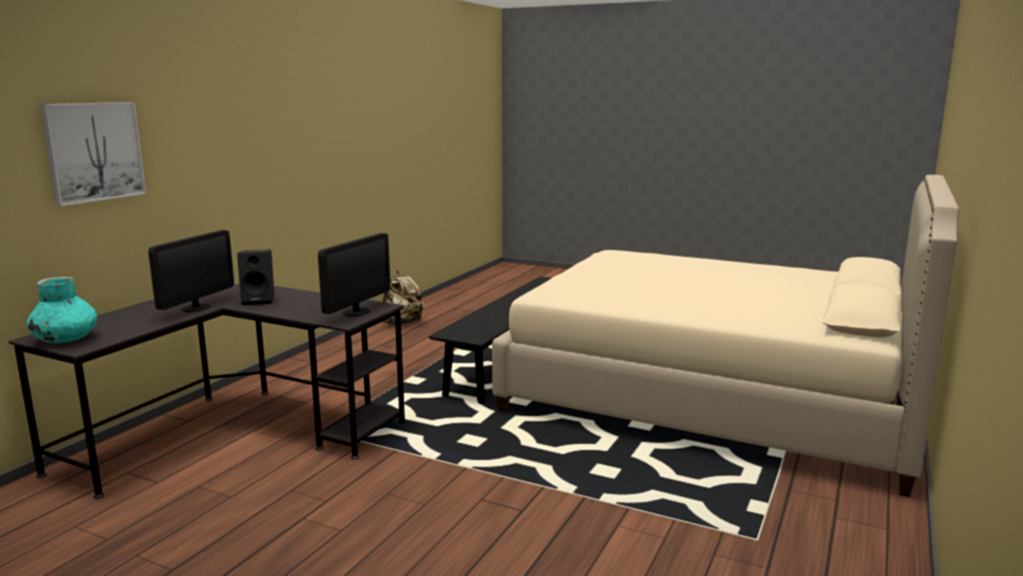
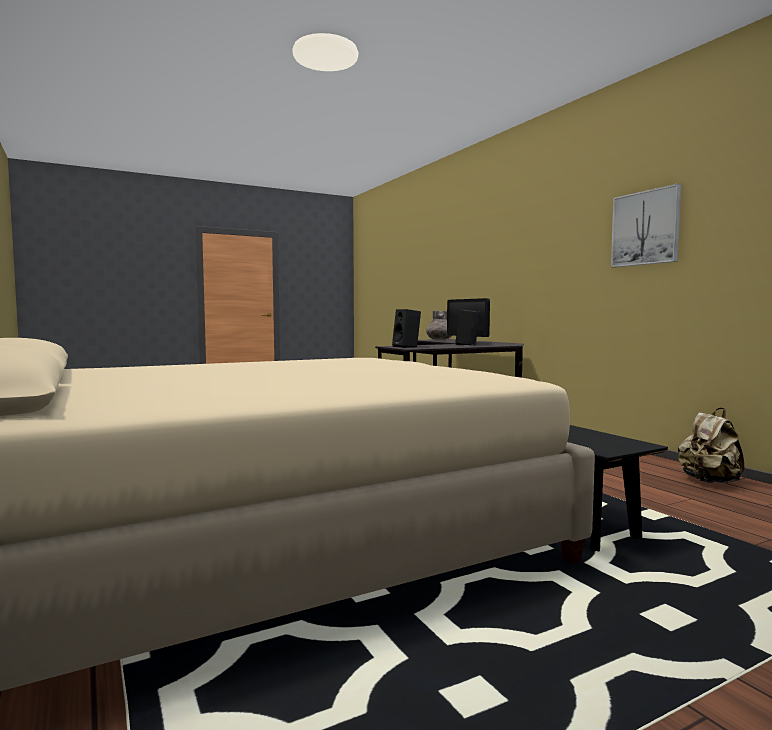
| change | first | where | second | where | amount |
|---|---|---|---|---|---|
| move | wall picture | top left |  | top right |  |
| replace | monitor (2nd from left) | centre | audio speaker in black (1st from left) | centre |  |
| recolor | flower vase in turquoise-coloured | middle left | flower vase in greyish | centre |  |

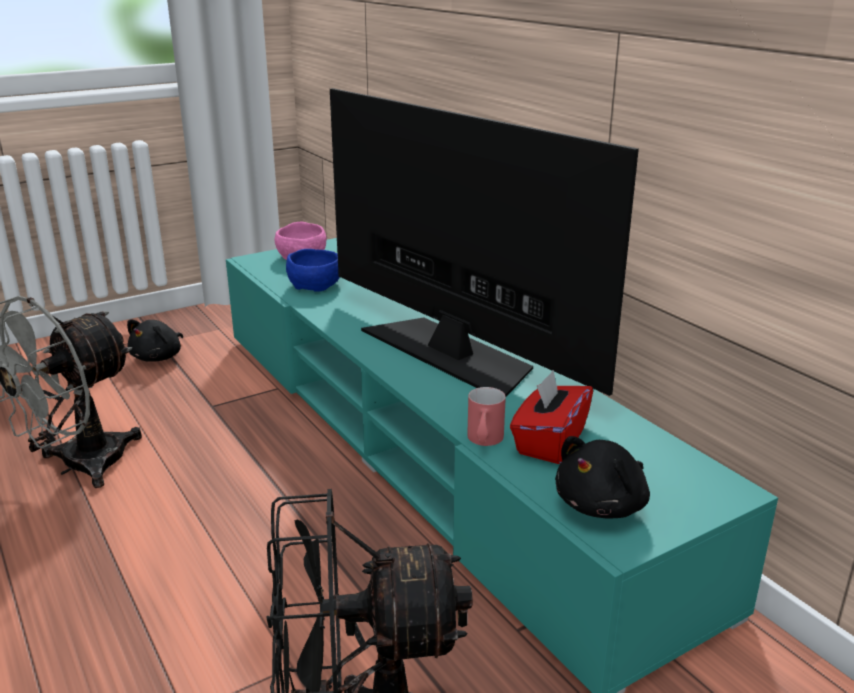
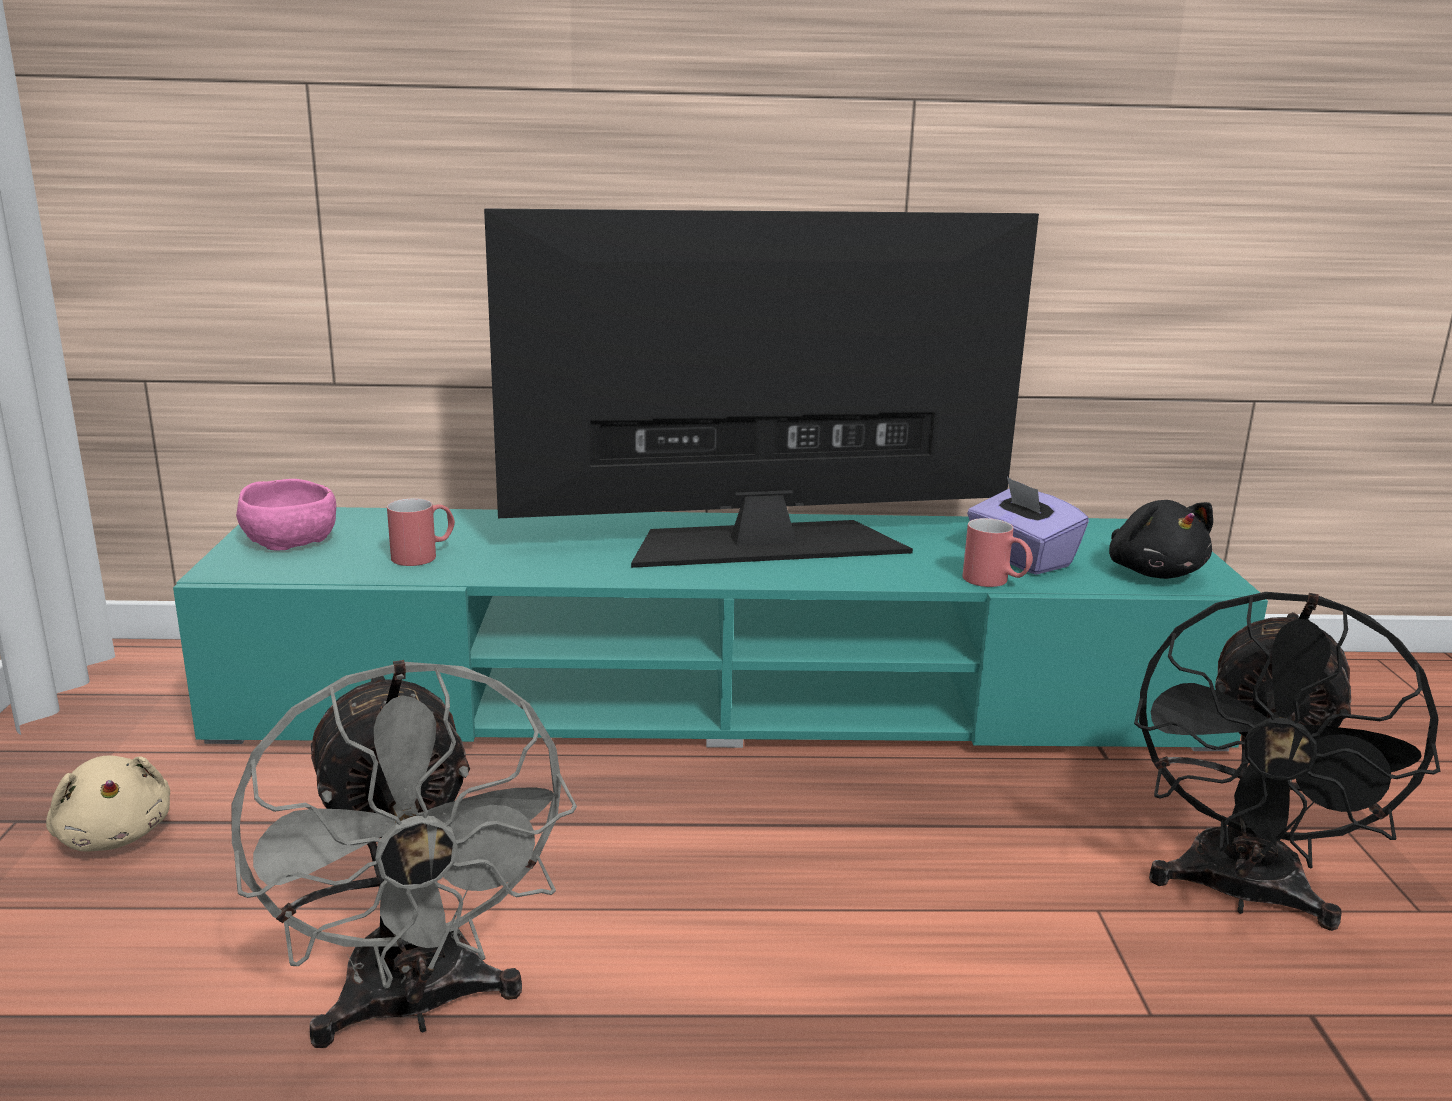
| change | first | where | second | where | amount |
|---|---|---|---|---|---|
| replace | deep dish in blue-coloured | centre | tea mug in red (1st from left) | middle left |  |
| recolor | cuddly toy in black (1st from left) | middle left | cuddly toy in beige-coloured | bottom left |  |
| recolor | box of tissues in red | centre | box of tissues in purple-coloured | middle right |  |

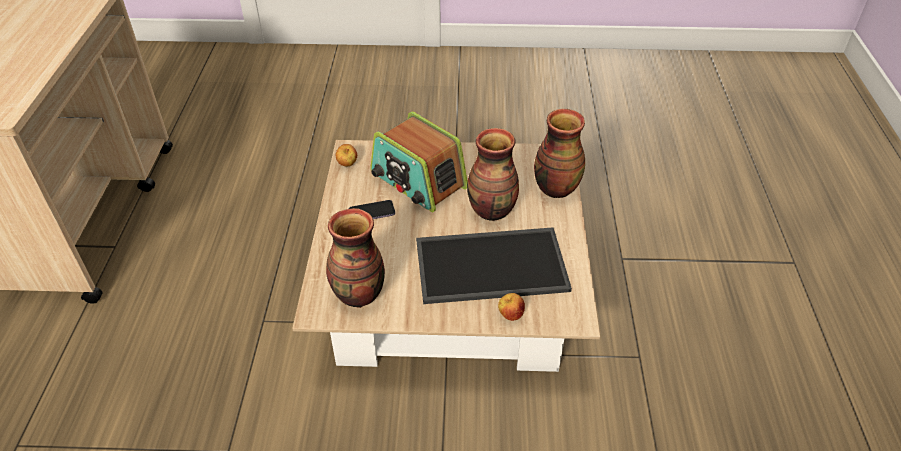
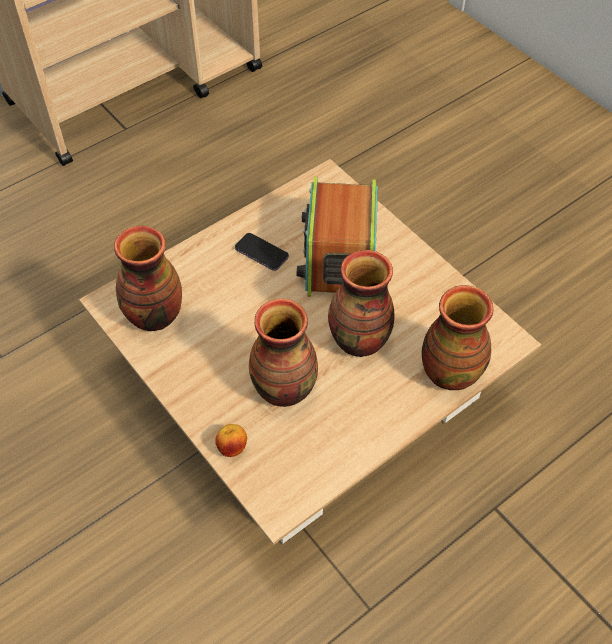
| change | first | where | second | where | amount |
|---|---|---|---|---|---|
| delete | apple fruit (1st from left) | centre |  |  |  |
| replace | serving tray | centre | flower vase (2nd from left) | centre |  |

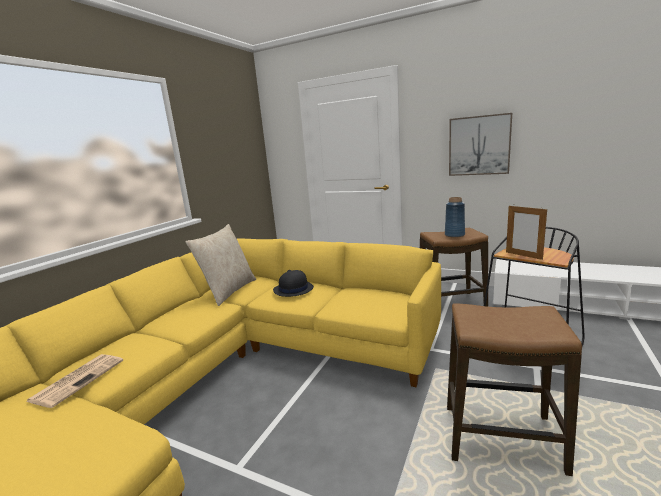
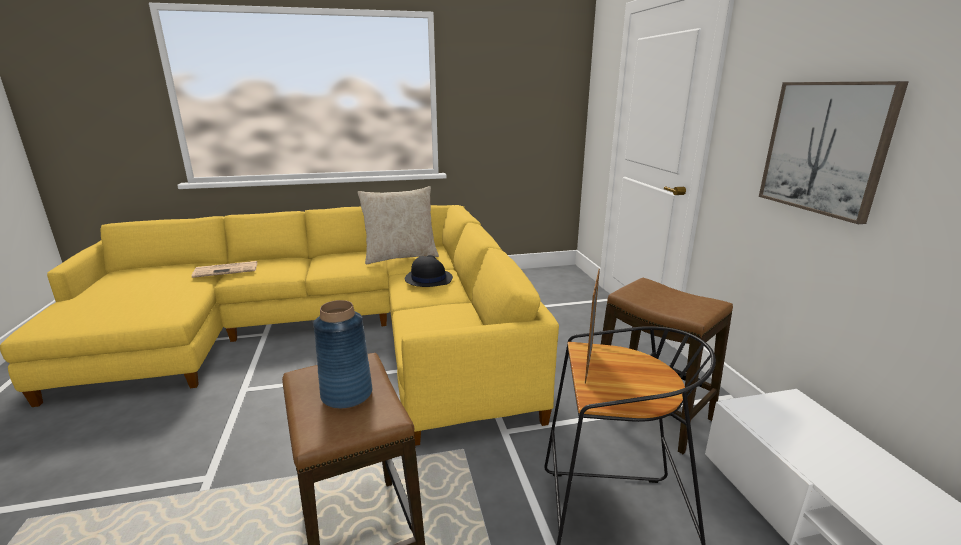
| change | first | where | second | where | amount |
|---|---|---|---|---|---|
| move | flower vase in blue-coloured | middle right |  | centre |  |

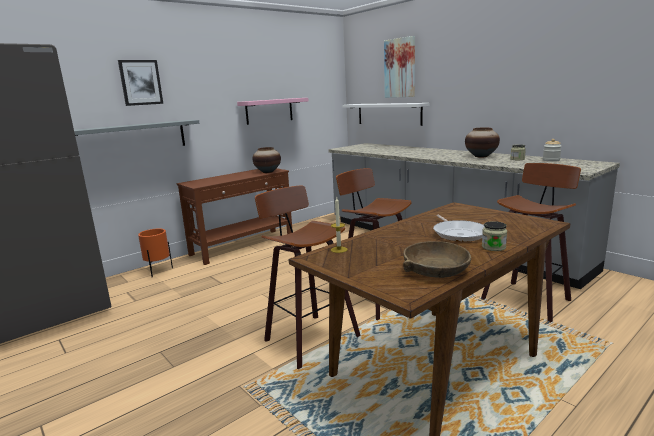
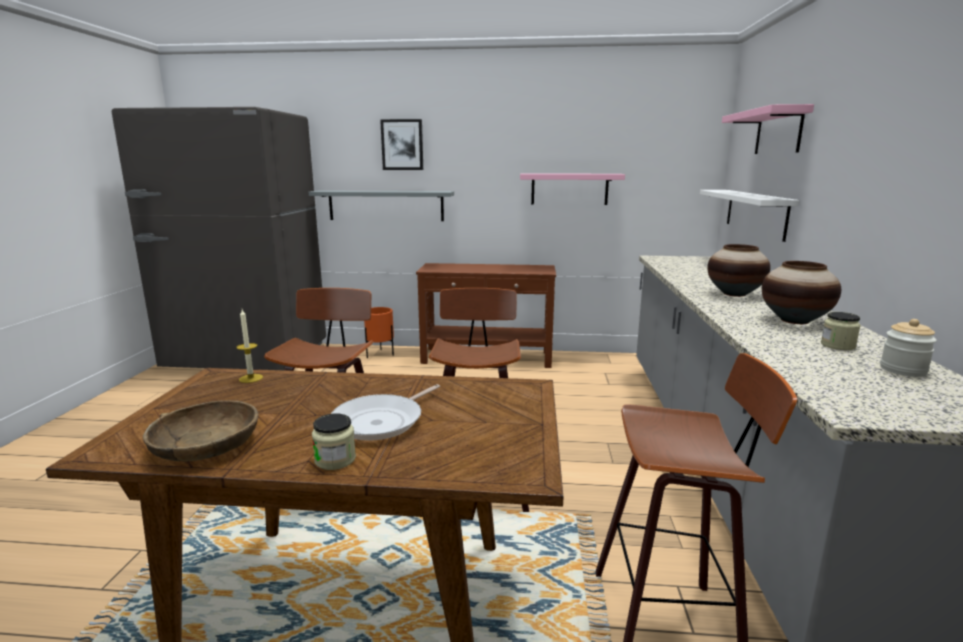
| change | first | where | second | where | amount |
|---|---|---|---|---|---|
| move | flower vase (1st from left) | centre |  | middle right |  |
| replace | wall picture (2nd from left) | top centre | shelf in pinkish (2nd from left) | top right |  |

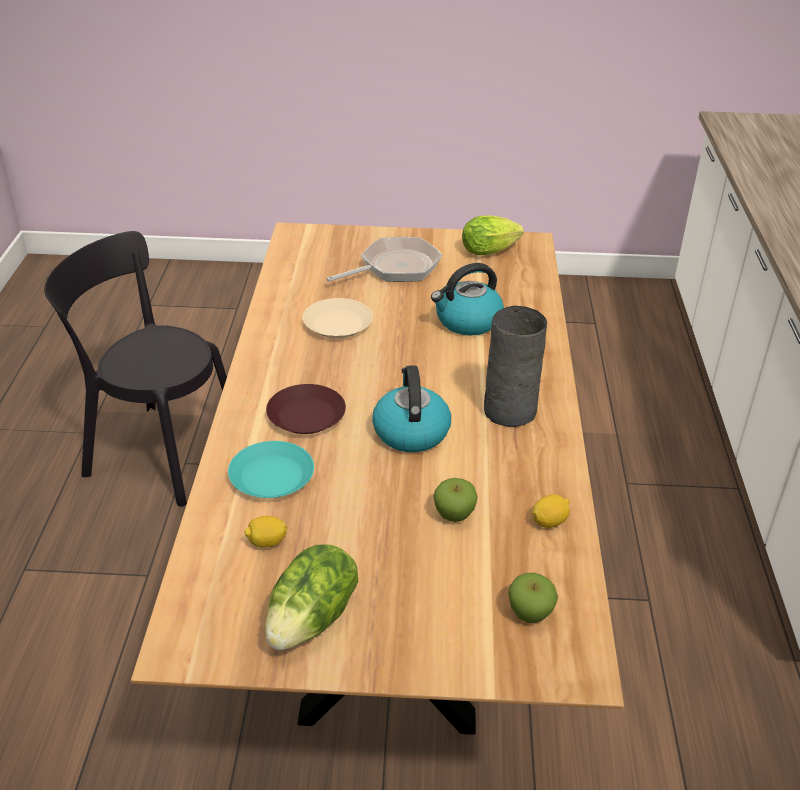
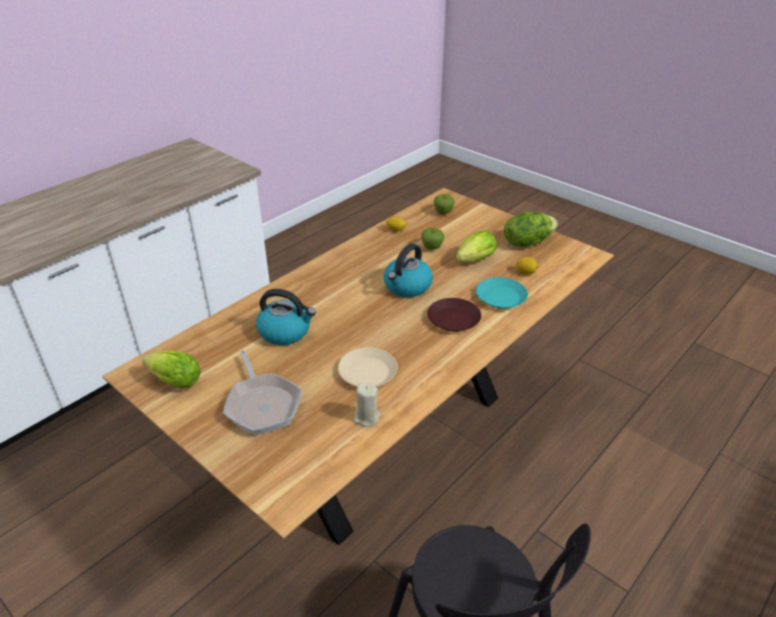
| change | first | where | second | where | amount |
|---|---|---|---|---|---|
| delete | flower vase in greyish | centre |  |  |  |
| insert |  |  | wax light in beige-coloured | centre |  |
| insert |  |  | lettuce (2nd from left) | centre |  |
| rotate | pan | top centre |  | centre | 120 degrees counterclockwise |

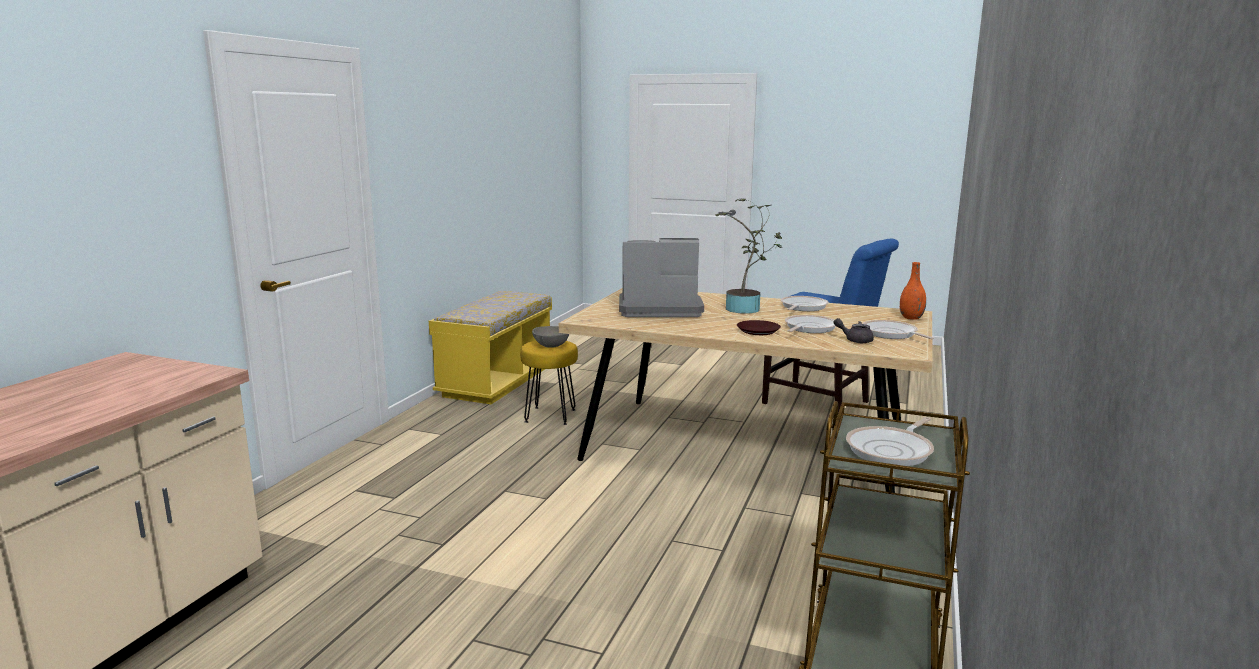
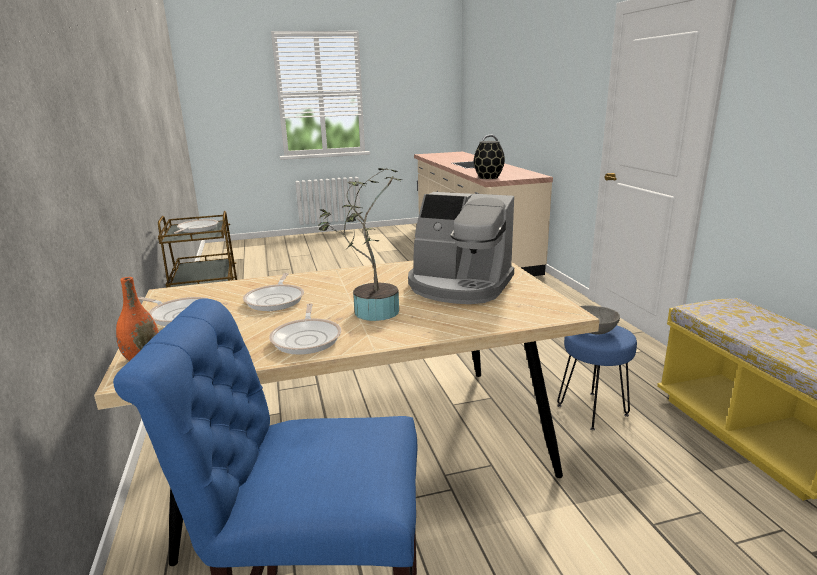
| change | first | where | second | where | amount |
|---|---|---|---|---|---|
| delete | flat dish in brownish | centre |  |  |  |
| delete | tea pot in greyish | middle right |  |  |  |
| insert |  |  | flower vase in black | top centre |  |
| recolor | sitting stool in yellowish | centre | sitting stool in blue-coloured | middle right |  |
| rotate | coffee machine | centre |  | centre | 60 degrees clockwise |

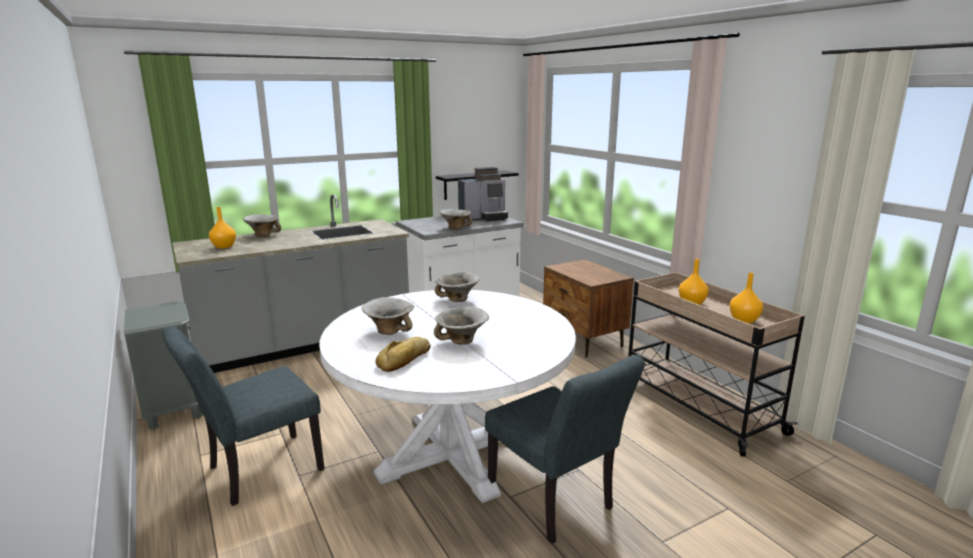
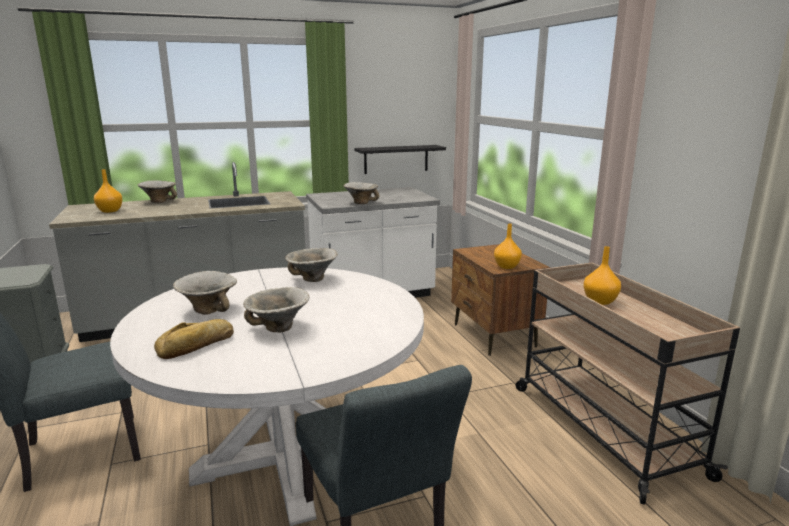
| change | first | where | second | where | amount |
|---|---|---|---|---|---|
| delete | coffee machine | centre |  |  |  |
| move | flower vase in orangey (3rd from left in the first image) | middle right | flower vase in orangey (2nd from left) | centre |  |

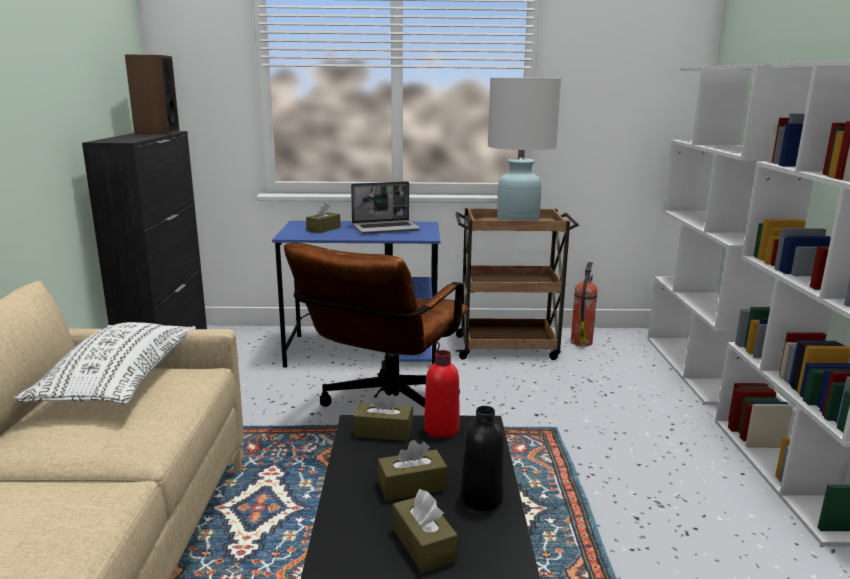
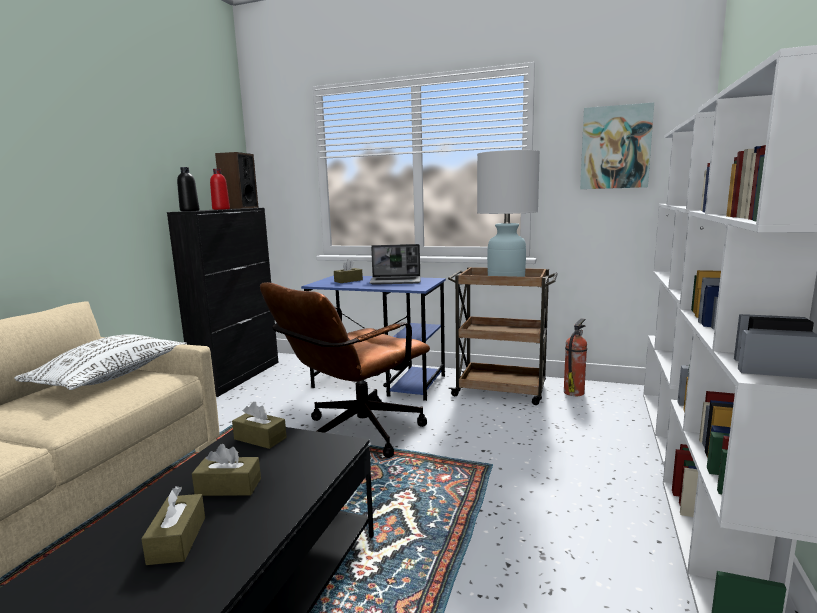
| change | first | where | second | where | amount |
|---|---|---|---|---|---|
| insert |  |  | wall picture | top right |  |
| move | beverage bottle in red | bottom centre |  | top left |  |
| move | beverage bottle in black | bottom centre |  | top left |  |

